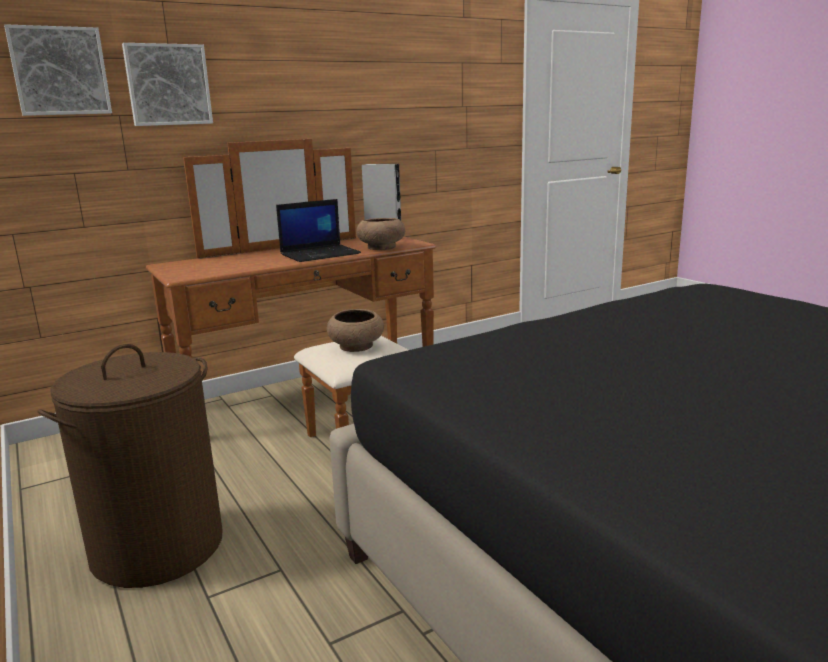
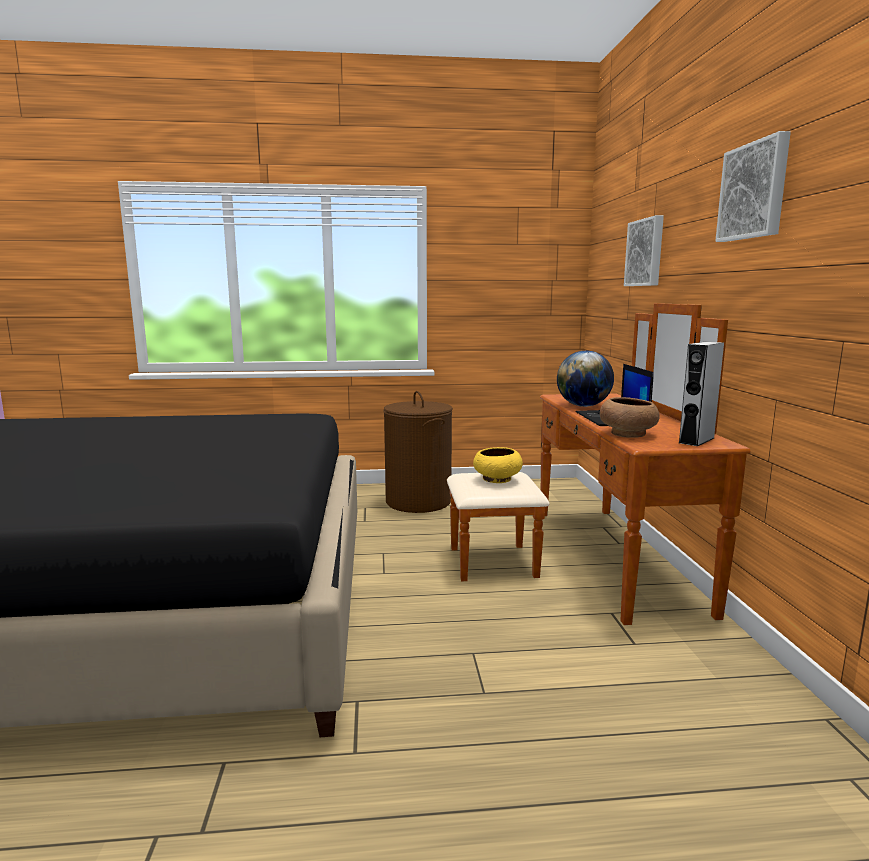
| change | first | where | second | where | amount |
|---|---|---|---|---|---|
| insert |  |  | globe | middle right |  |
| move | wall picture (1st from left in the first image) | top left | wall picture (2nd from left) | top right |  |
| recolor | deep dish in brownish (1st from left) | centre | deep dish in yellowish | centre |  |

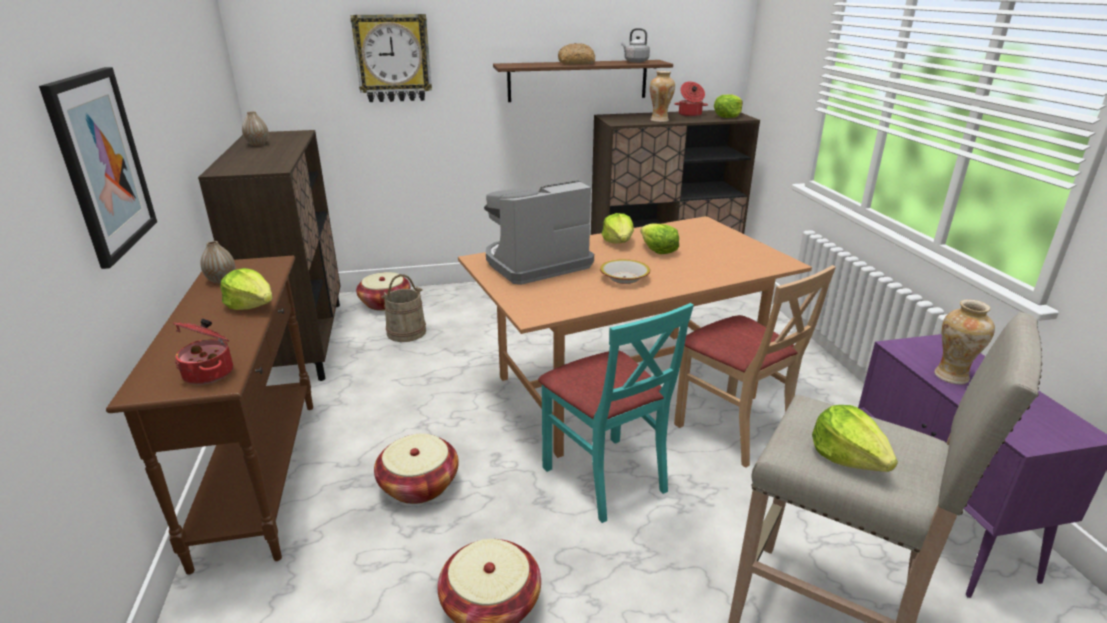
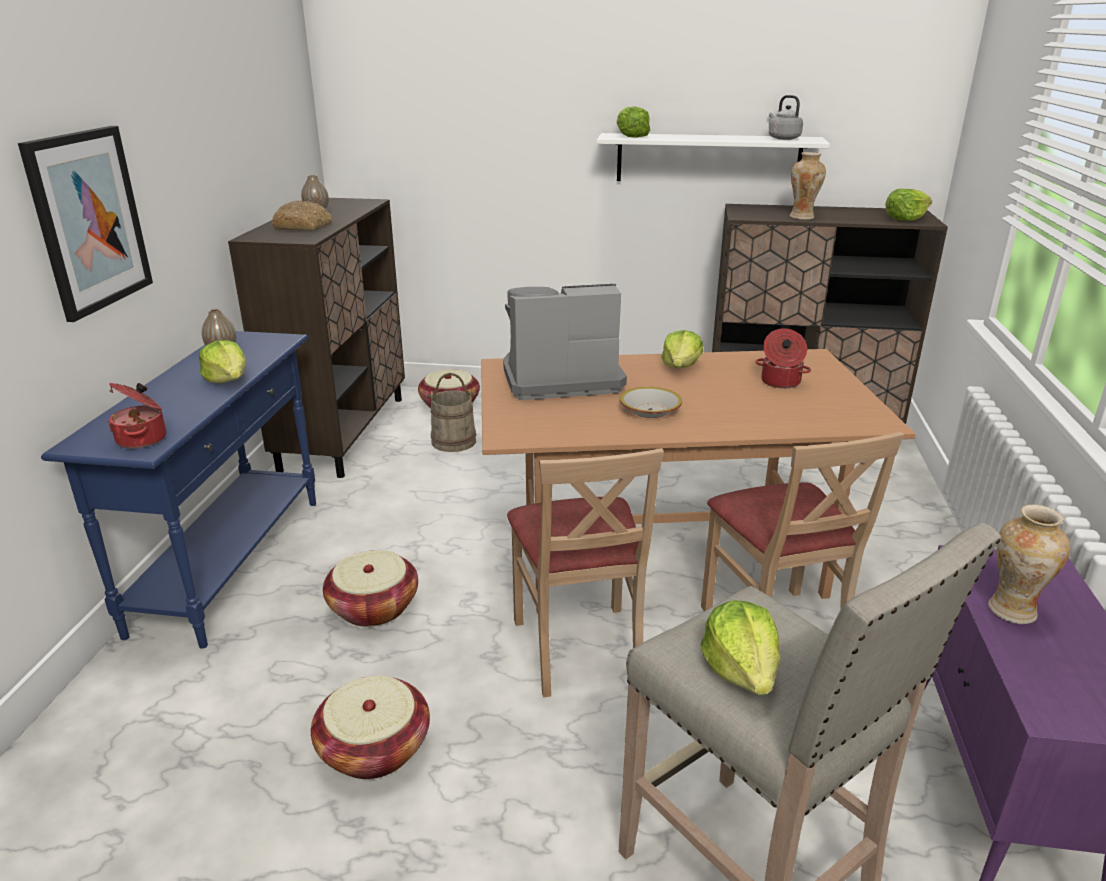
| change | first | where | second | where | amount |
|---|---|---|---|---|---|
| delete | clock on the wall | top centre |  |  |  |
| move | baked bread | top centre |  | top left |  |
| move | lettuce (3rd from left in the first image) | centre | lettuce (2nd from left) | top centre |  |
| move | stockpot (2nd from left) | top centre |  | middle right |  |
| recolor | narrow table in brownish | middle left | narrow table in blue-coloured | middle left |  |
| recolor | shelf in brownish | top centre | shelf in whitish | top centre |  |
| recolor | plain chair in turquoise-coloured | centre | plain chair in beige-coloured (1st from left) | centre |  |

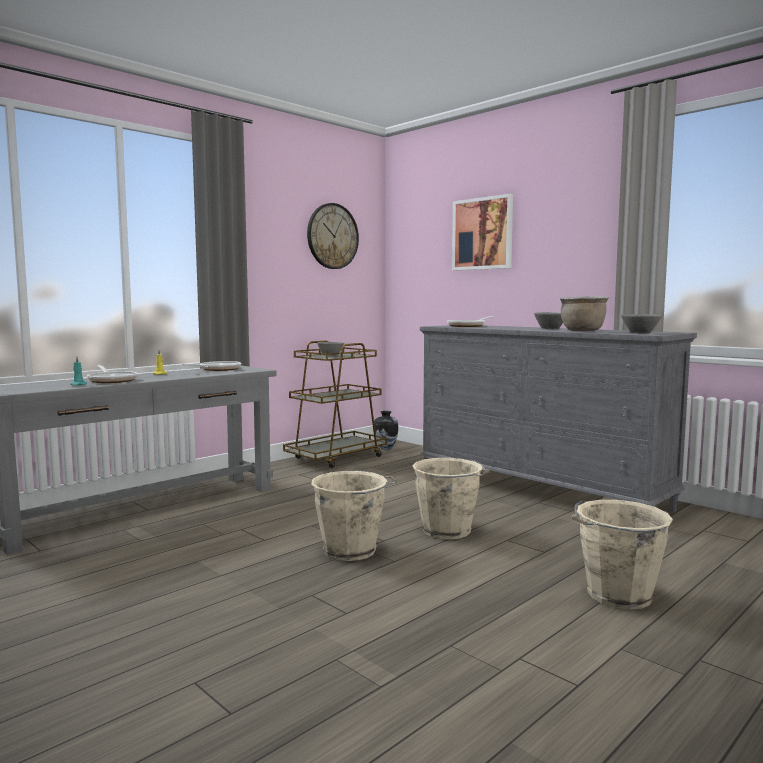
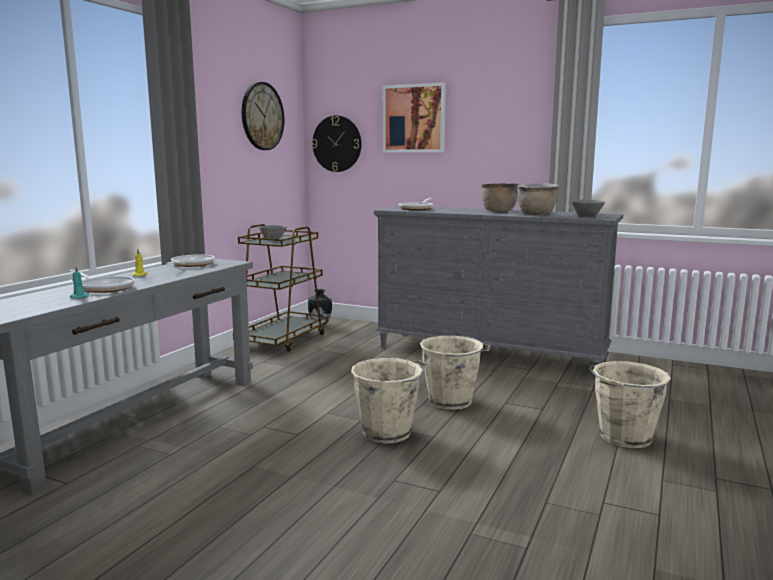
| change | first | where | second | where | amount |
|---|---|---|---|---|---|
| insert |  |  | clock on the wall (2nd from left) | top centre |  |
| replace | deep dish in greyish (2nd from left) | middle right | stockpot in brownish (1st from left) | centre |  |

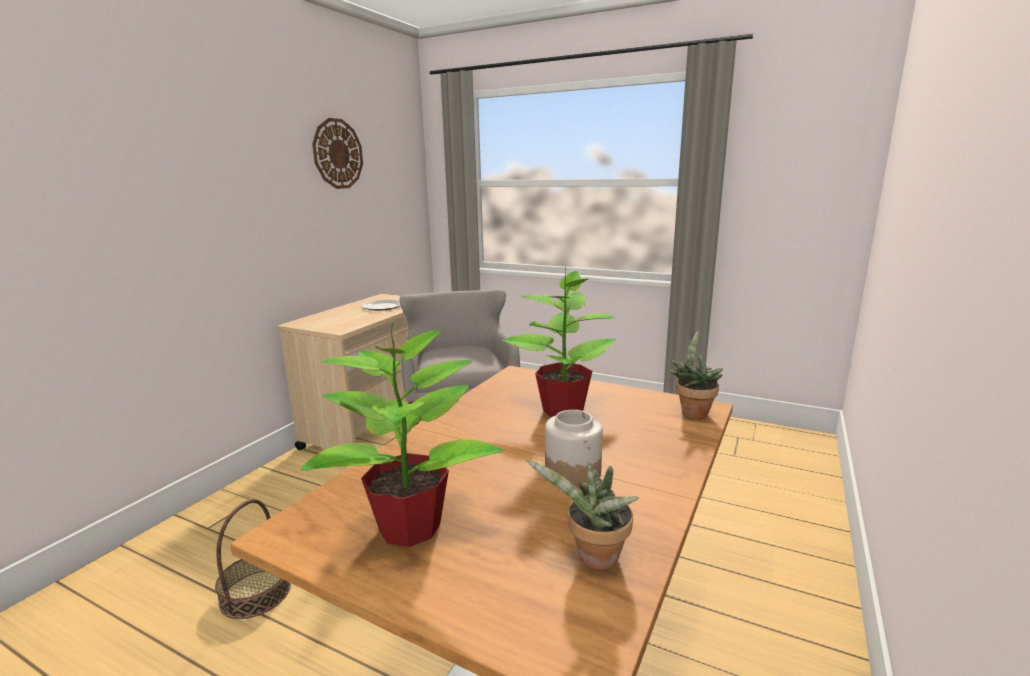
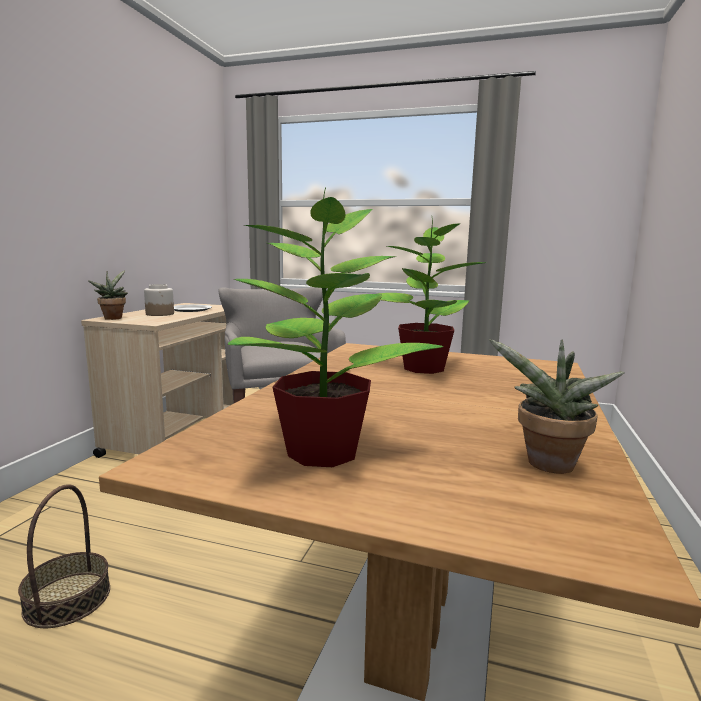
| change | first | where | second | where | amount |
|---|---|---|---|---|---|
| delete | clock on the wall | top left |  |  |  |
| move | preserve jar | centre |  | middle left |  |
| move | houseplant (4th from left in the first image) | middle right | houseplant (1st from left) | middle left |  |

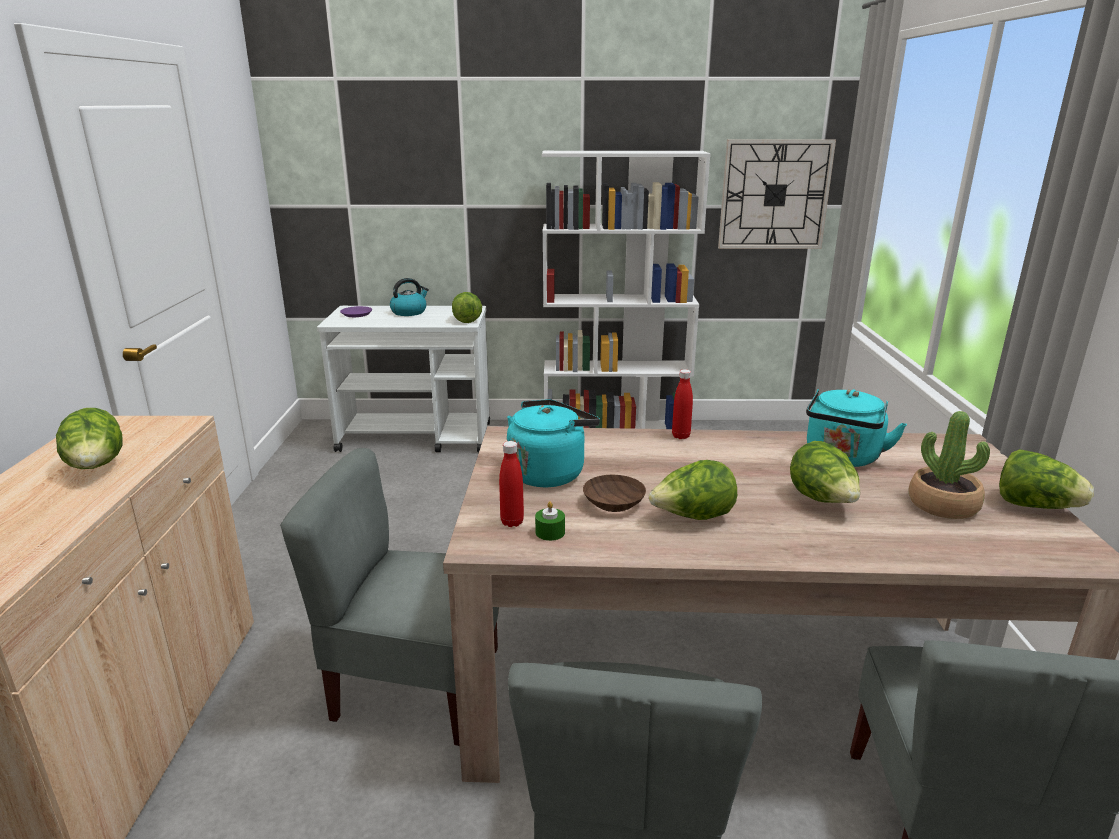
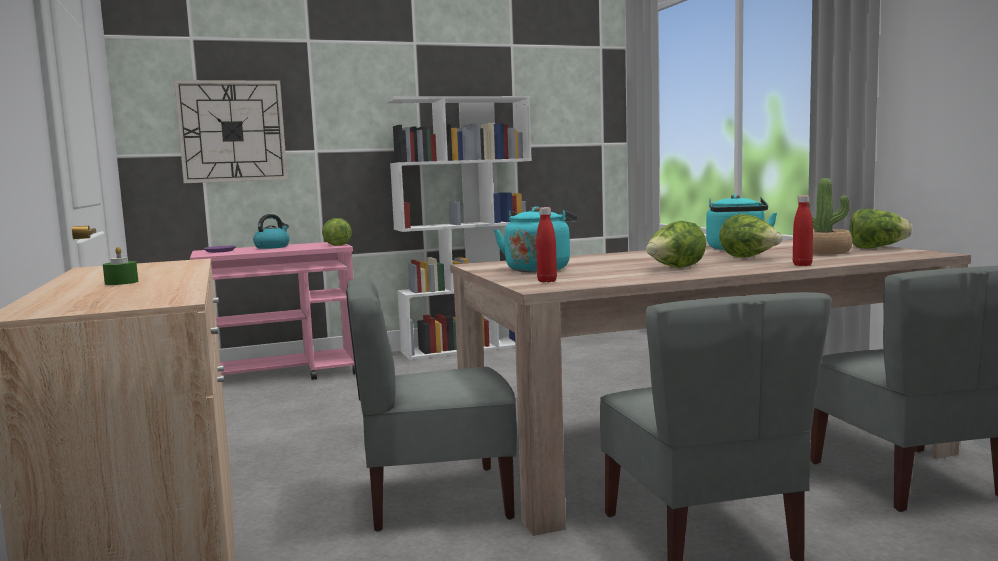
| change | first | where | second | where | amount |
|---|---|---|---|---|---|
| delete | lettuce (1st from left) | middle left |  |  |  |
| delete | deep dish in brownish | centre |  |  |  |
| move | wax light in green-coloured | centre |  | middle left |  |
| move | beverage bottle in red (2nd from left) | centre |  | middle right |  |
| move | clock on the wall | top right |  | top left |  |
| recolor | trolley in whitish | centre | trolley in pinkish | middle left |  |

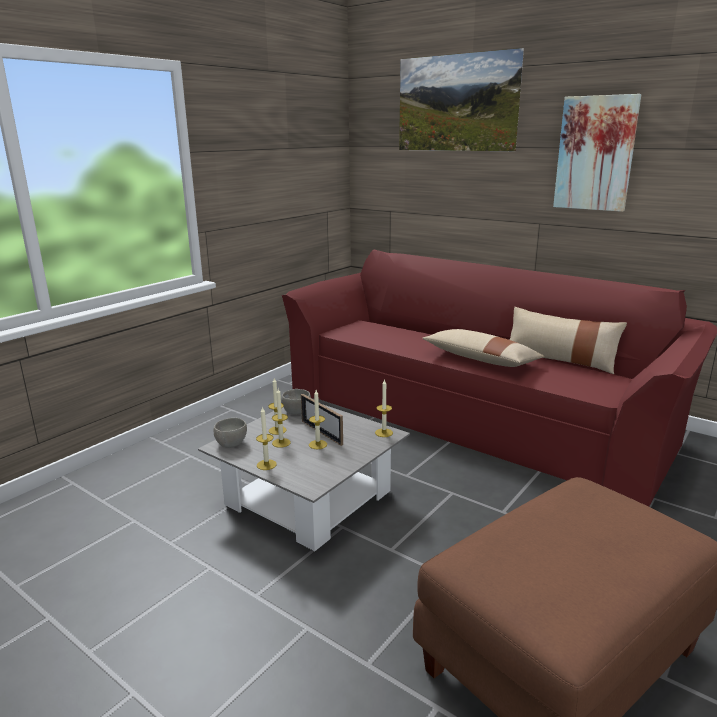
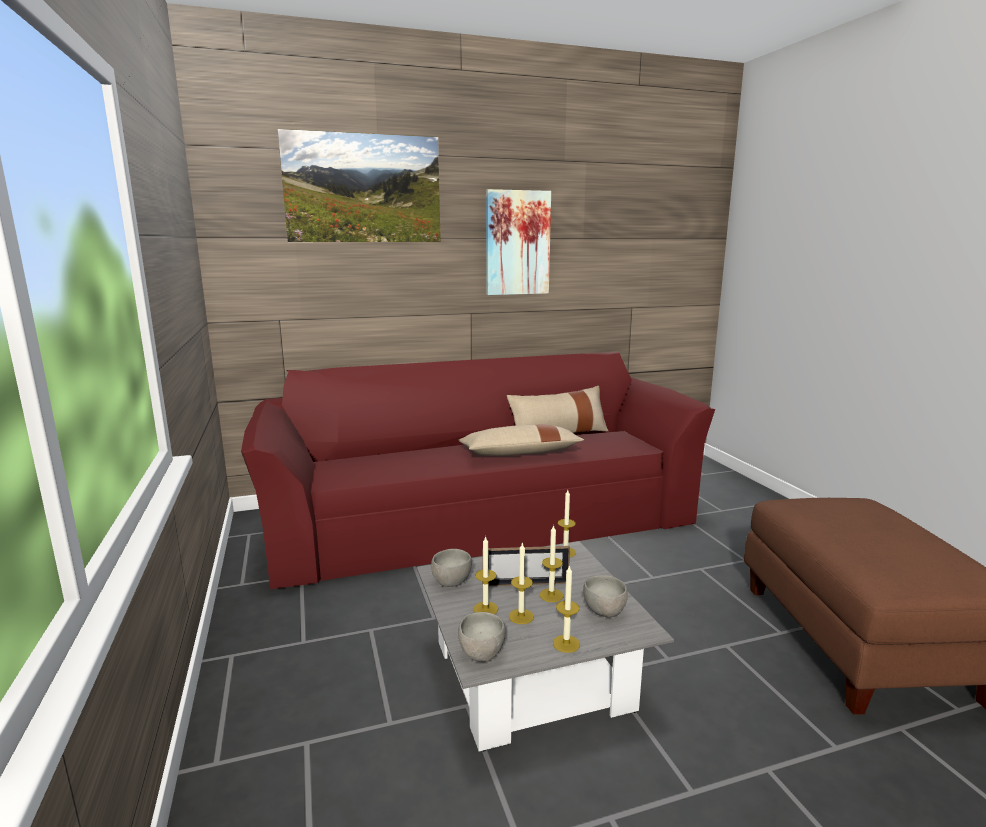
| change | first | where | second | where | amount |
|---|---|---|---|---|---|
| insert |  |  | deep dish in greyish (3rd from left) | bottom centre |  |

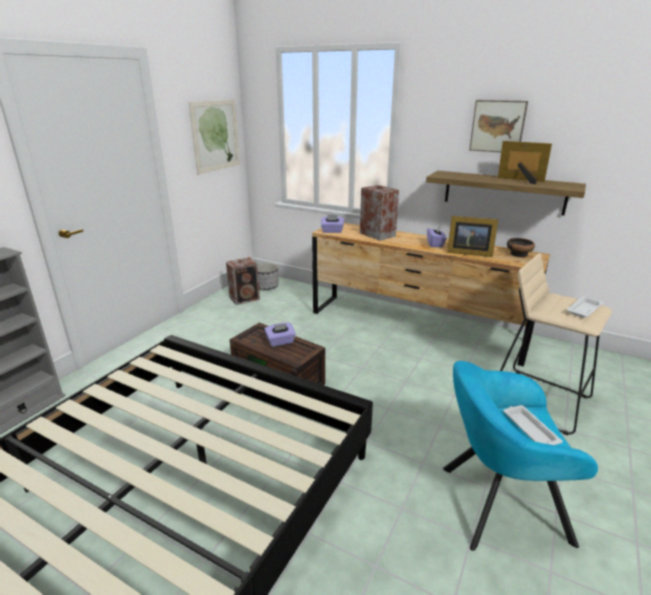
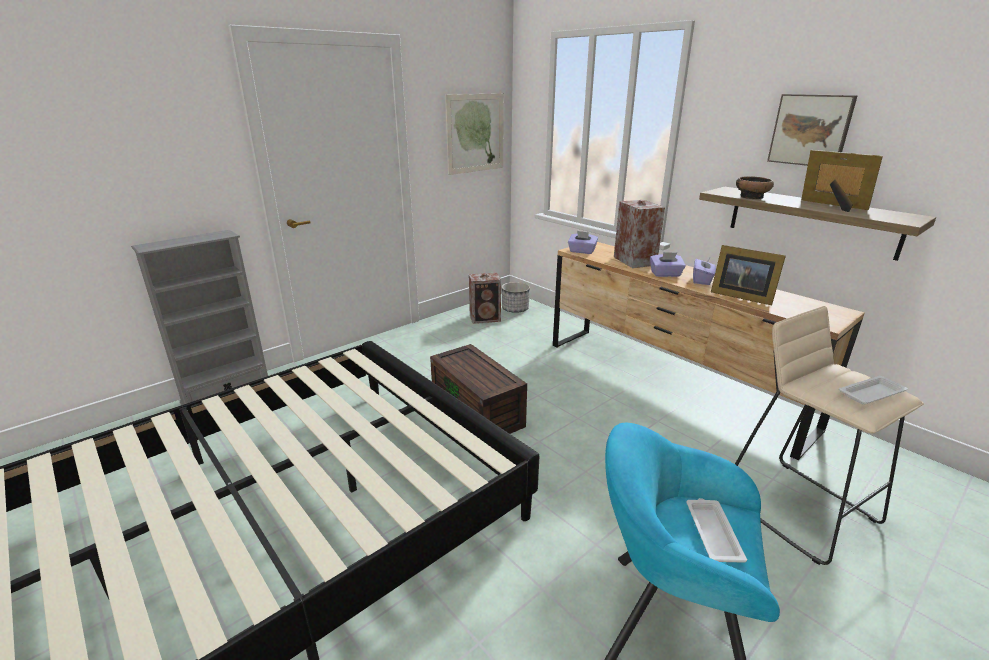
| change | first | where | second | where | amount |
|---|---|---|---|---|---|
| move | box of tissues in purple-coloured (1st from left in the first image) | centre | box of tissues in purple-coloured (2nd from left) | middle right |  |
| move | deep dish | middle right |  | top right |  |

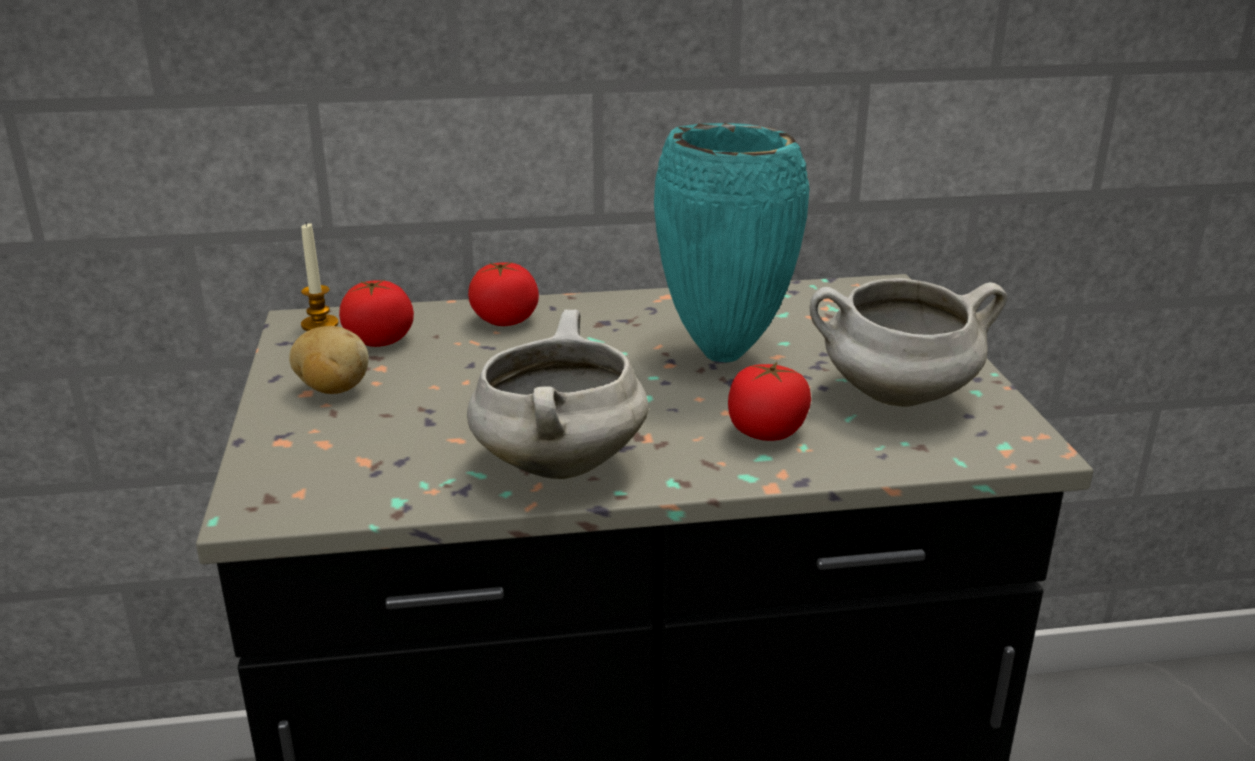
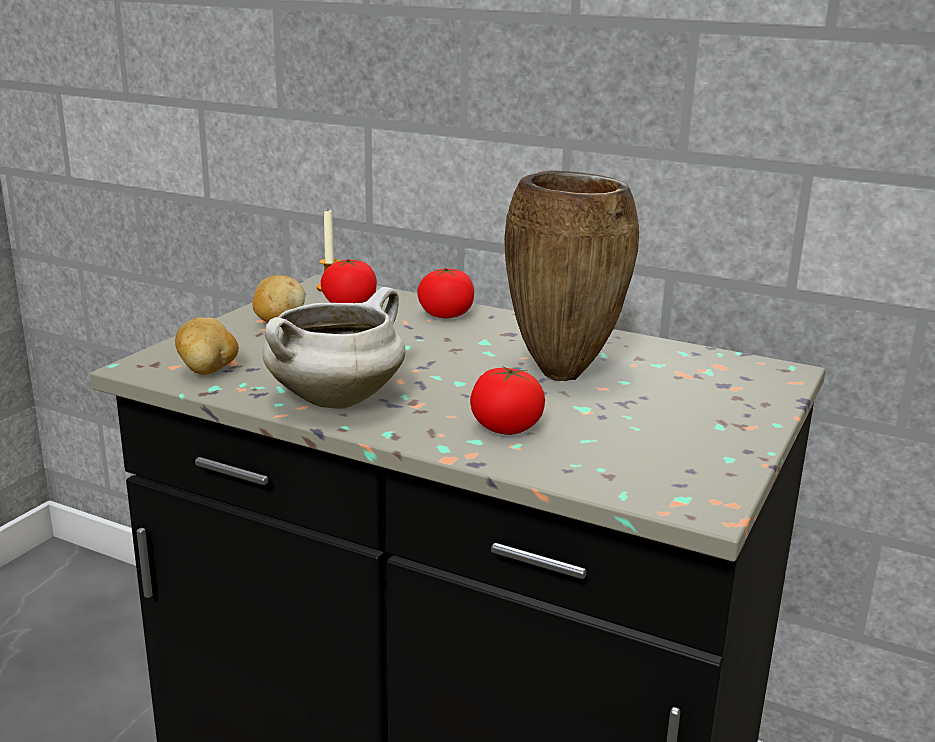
| change | first | where | second | where | amount |
|---|---|---|---|---|---|
| delete | stockpot in whitish (2nd from left) | middle right |  |  |  |
| insert |  |  | potato (1st from left) | middle left |  |
| recolor | flower vase in turquoise-coloured | top centre | flower vase in brownish | centre |  |

